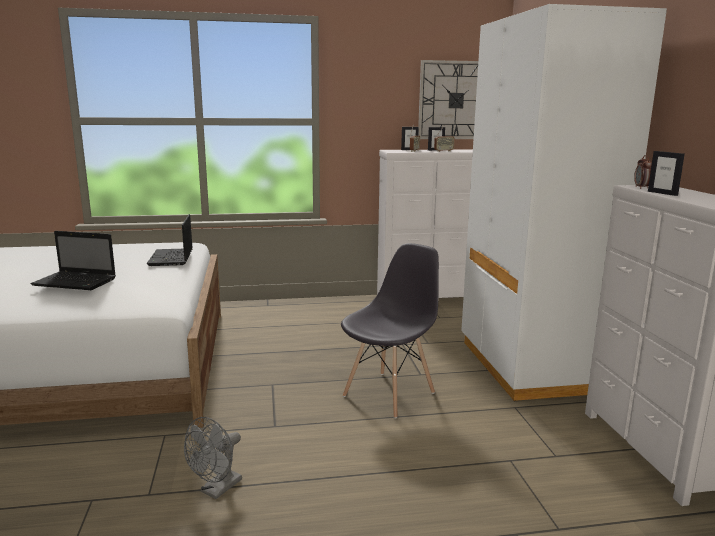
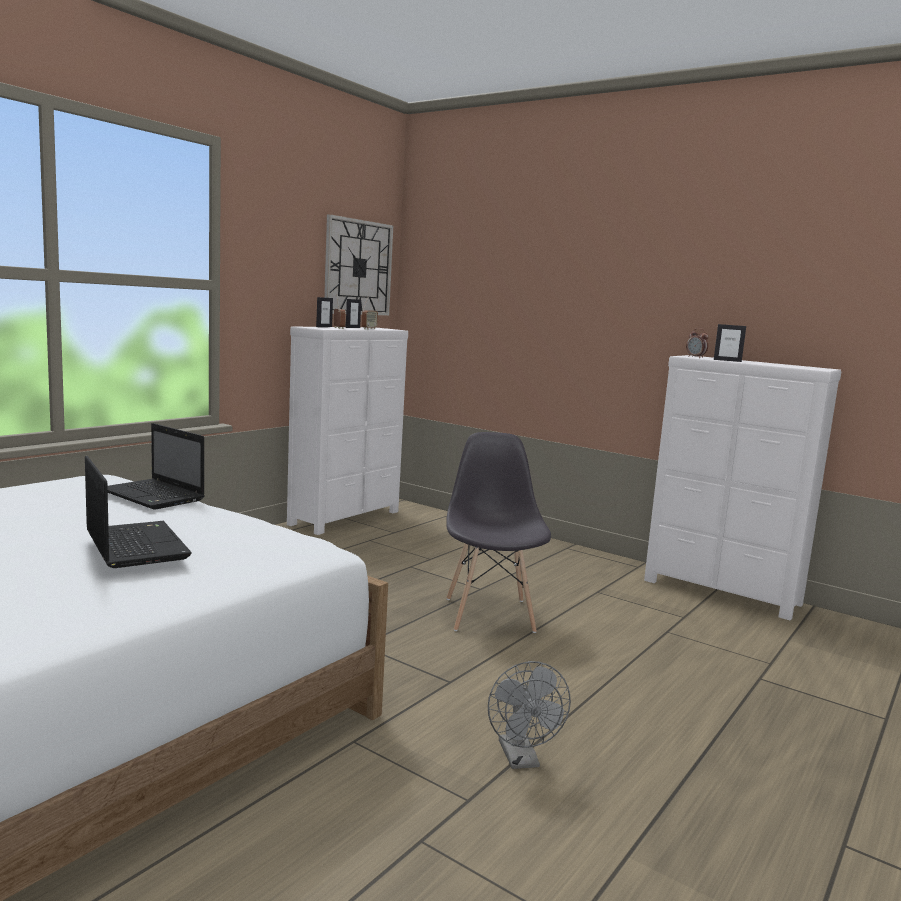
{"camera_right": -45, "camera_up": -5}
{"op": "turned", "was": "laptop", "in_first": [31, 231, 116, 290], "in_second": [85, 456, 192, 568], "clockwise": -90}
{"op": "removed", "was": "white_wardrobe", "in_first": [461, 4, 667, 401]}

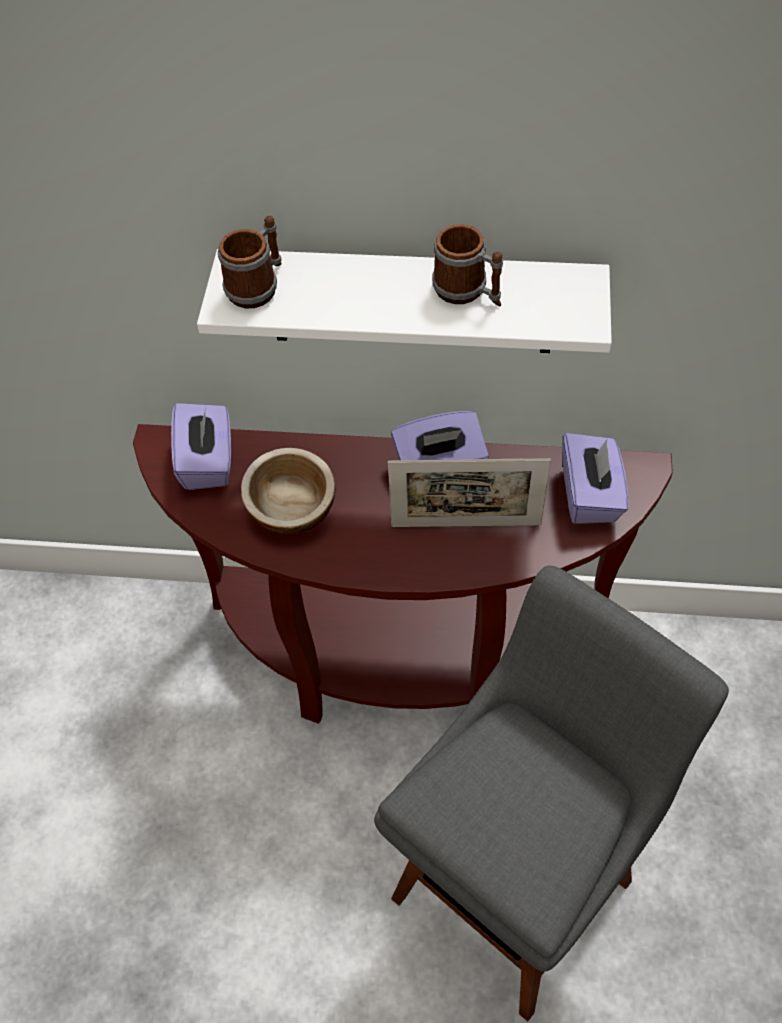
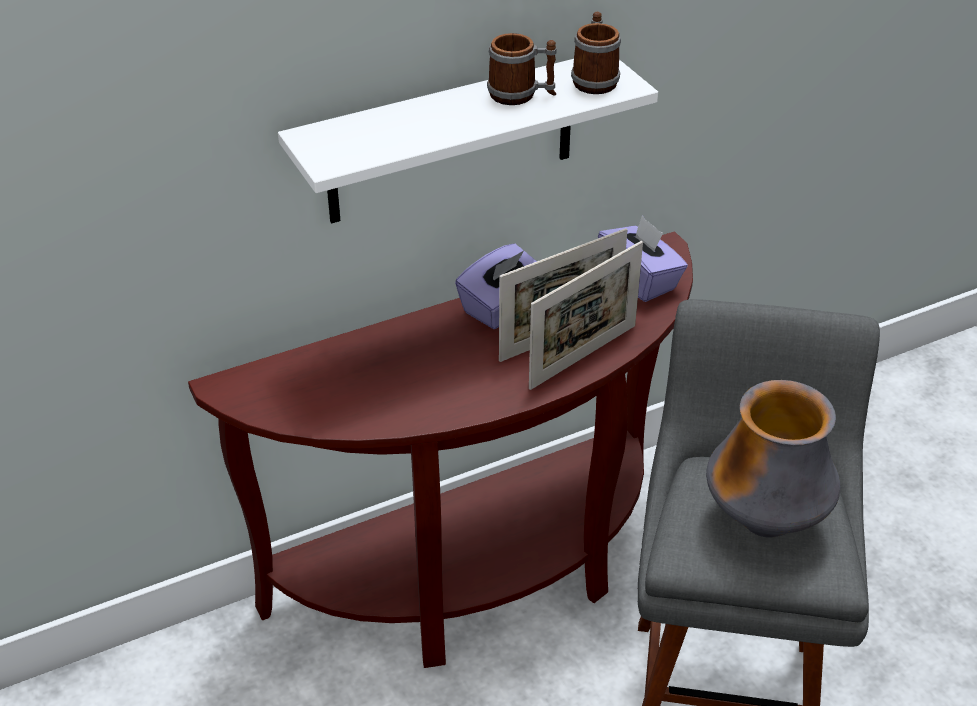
{"camera_right": -35, "camera_up": -15}
{"op": "removed", "was": "purple_tissue_box", "in_first": [171, 403, 231, 490]}
{"op": "moved", "was": "mug", "in_first": [218, 216, 282, 308], "in_second": [571, 11, 621, 94]}
{"op": "removed", "was": "bowl", "in_first": [241, 448, 335, 534]}
{"op": "added", "now": "picture_frame", "in_second": [529, 241, 643, 390]}
{"op": "added", "now": "vase", "in_second": [706, 380, 840, 538]}

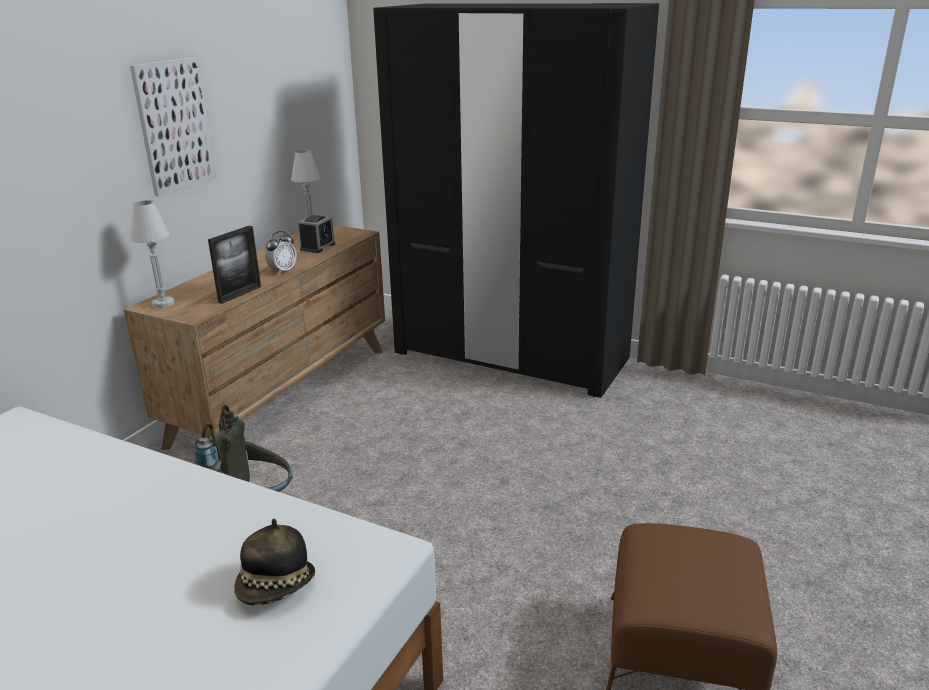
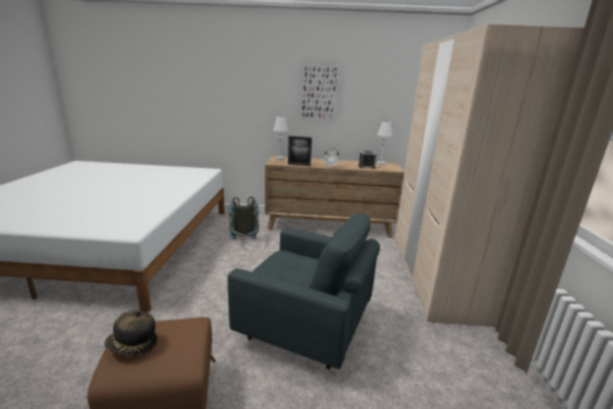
{"camera_right": 65, "camera_up": -5}
{"op": "moved", "was": "hat", "in_first": [234, 518, 315, 606], "in_second": [104, 311, 158, 356]}
{"op": "recoloured", "was": "black_wardrobe", "now": "beige_wardrobe", "in_first": [373, 3, 659, 398], "in_second": [394, 24, 584, 328]}
{"op": "added", "now": "grey_armchair", "in_second": [228, 213, 380, 369]}

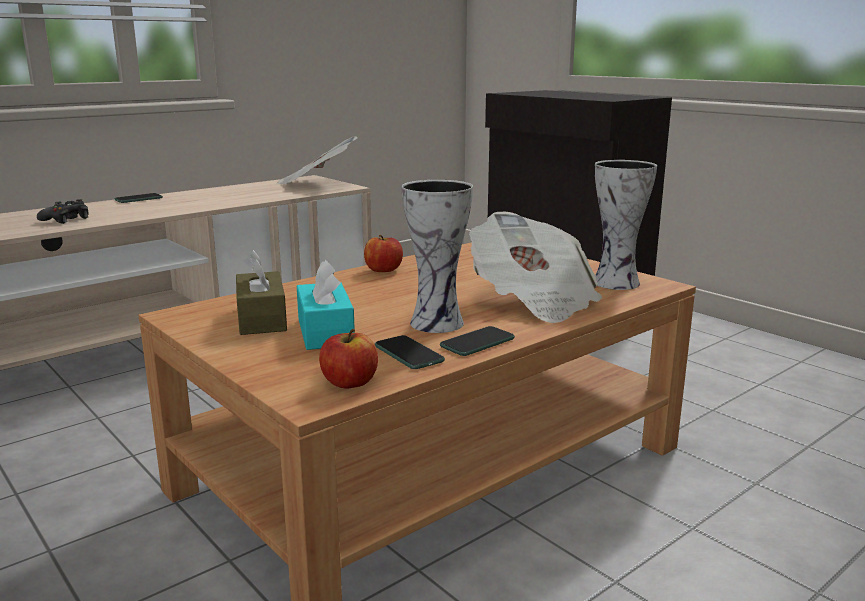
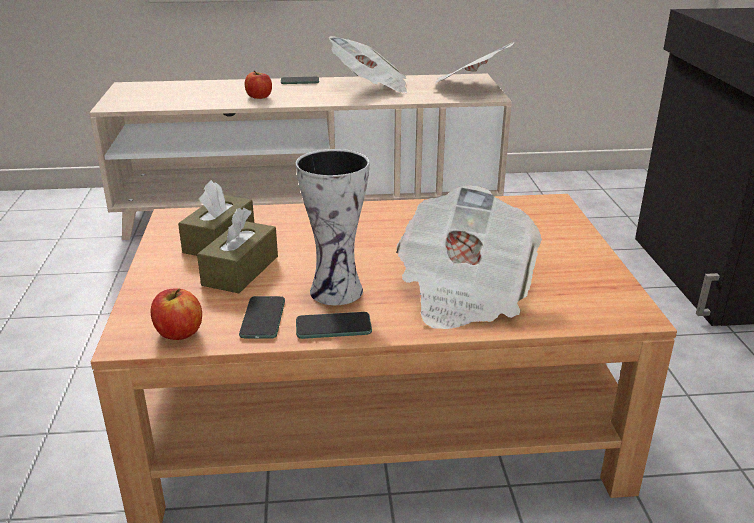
{"camera_right": 35, "camera_up": 10}
{"op": "removed", "was": "black_game_controller", "in_first": [37, 199, 88, 224]}
{"op": "recoloured", "was": "turquoise_tissue_box", "now": "brown_tissue_box", "in_first": [297, 260, 355, 350], "in_second": [197, 208, 278, 293]}
{"op": "moved", "was": "apple", "in_first": [364, 235, 403, 272], "in_second": [245, 71, 272, 99]}
{"op": "removed", "was": "vase", "in_first": [595, 160, 657, 290]}
{"op": "added", "now": "newspaper", "in_second": [329, 36, 407, 94]}

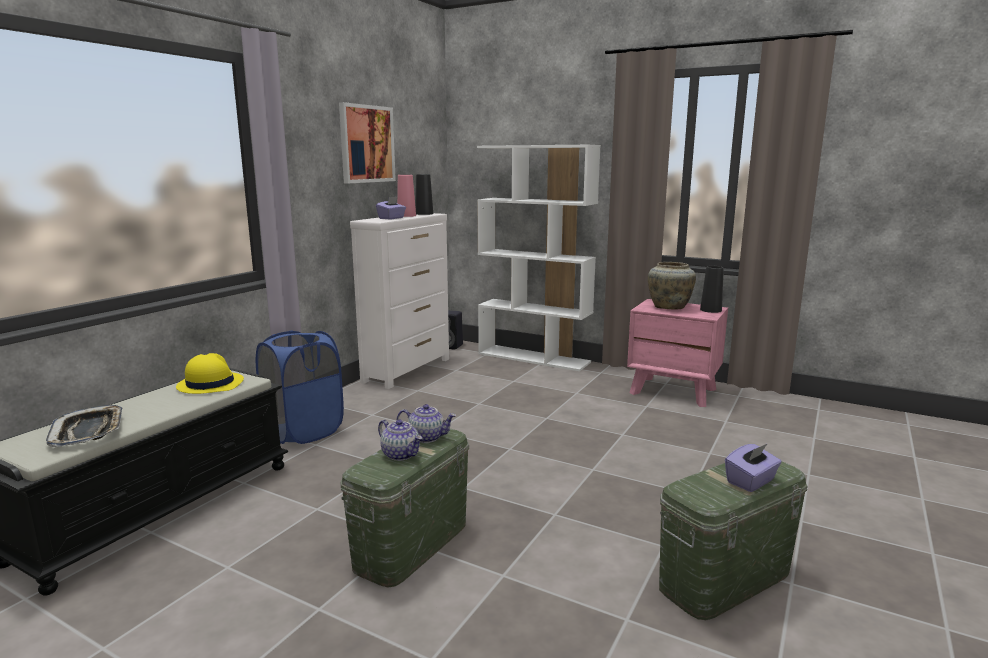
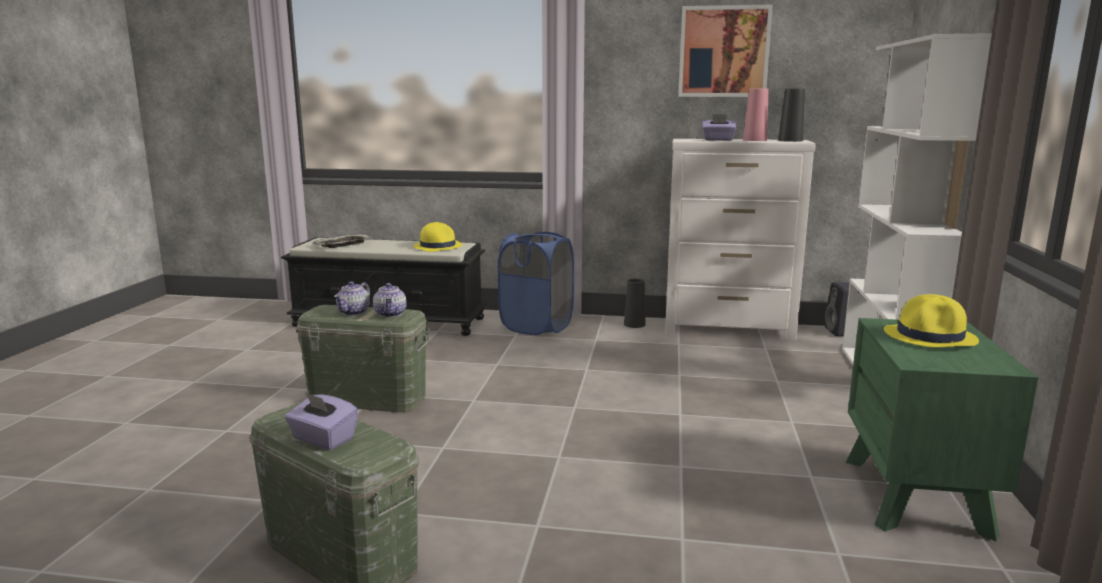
{"camera_right": 70, "camera_up": 0}
{"op": "recoloured", "was": "pink_nightstand", "now": "green_nightstand", "in_first": [627, 299, 728, 407], "in_second": [846, 318, 1038, 541]}
{"op": "replaced", "was": "beige_vase", "now": "yellow_hat", "in_first": [648, 262, 696, 310], "in_second": [884, 294, 979, 348]}
{"op": "moved", "was": "black_vase", "in_first": [700, 266, 724, 313], "in_second": [624, 279, 645, 328]}

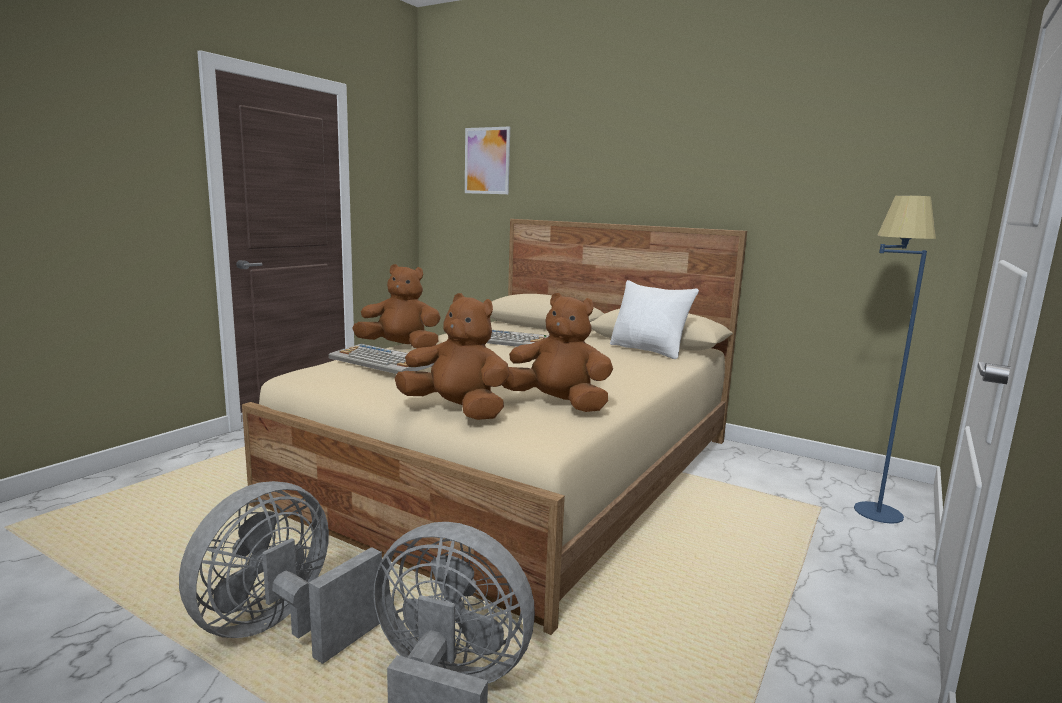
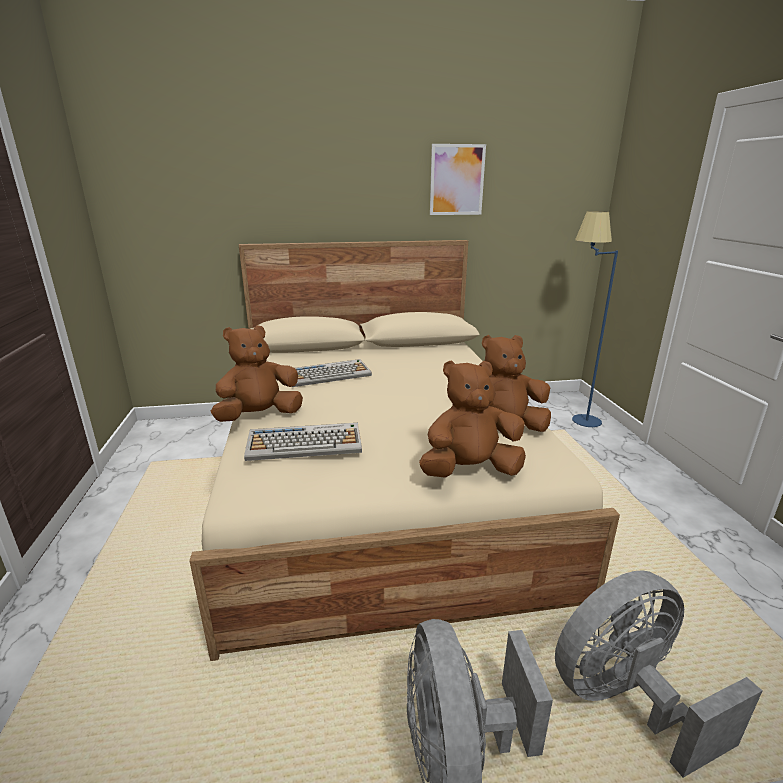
{"camera_right": -40, "camera_up": 10}
{"op": "moved", "was": "picture", "in_first": [465, 127, 510, 194], "in_second": [430, 144, 486, 215]}
{"op": "removed", "was": "white_pillow", "in_first": [610, 280, 699, 359]}

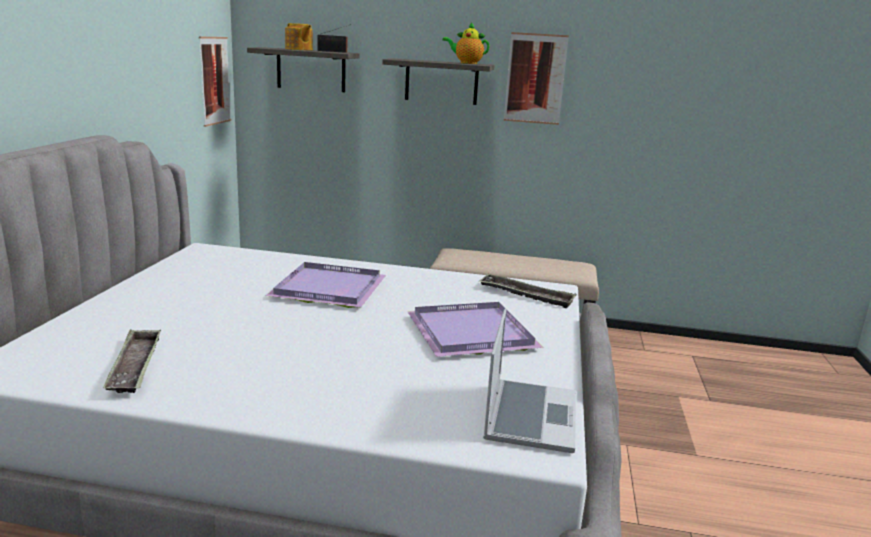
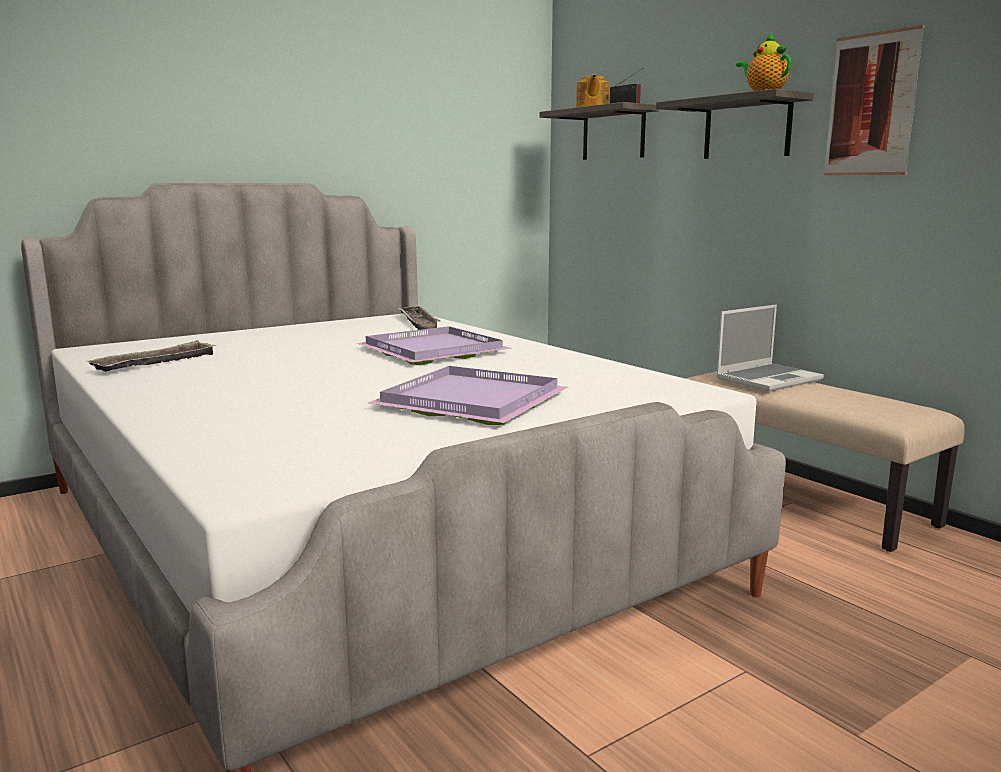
{"camera_right": 45, "camera_up": -5}
{"op": "removed", "was": "picture", "in_first": [199, 37, 231, 127]}
{"op": "moved", "was": "tray", "in_first": [479, 274, 577, 308], "in_second": [397, 306, 441, 330]}
{"op": "moved", "was": "laptop", "in_first": [483, 309, 576, 453], "in_second": [716, 304, 824, 392]}

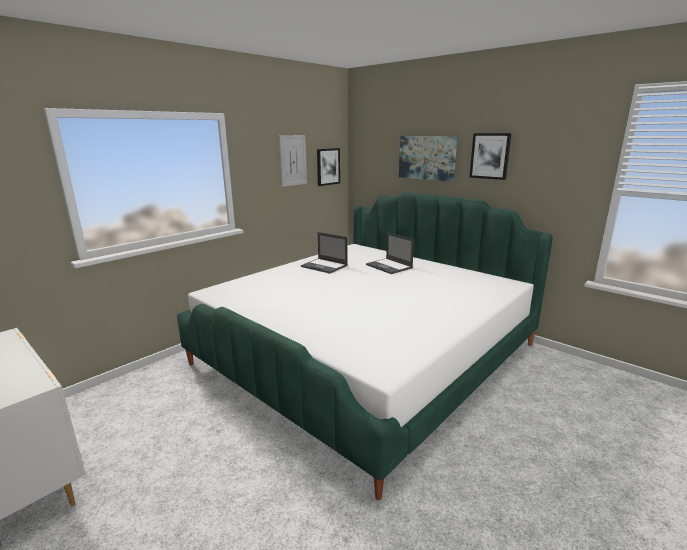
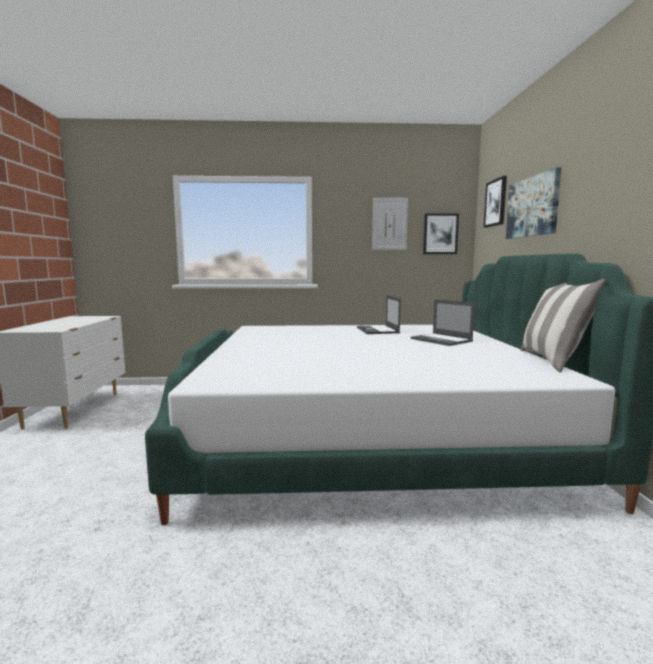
{"camera_right": 45, "camera_up": -10}
{"op": "turned", "was": "laptop", "in_first": [366, 232, 414, 274], "in_second": [411, 299, 475, 346], "clockwise": -45}
{"op": "moved", "was": "picture", "in_first": [469, 133, 512, 180], "in_second": [484, 176, 507, 228]}
{"op": "added", "now": "pillow", "in_second": [521, 279, 606, 372]}

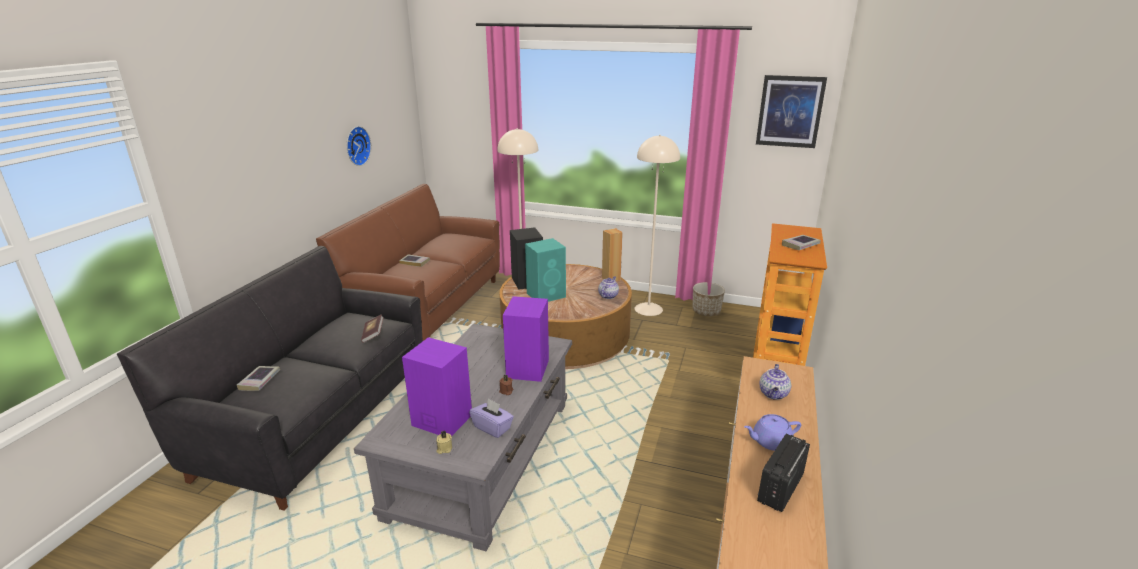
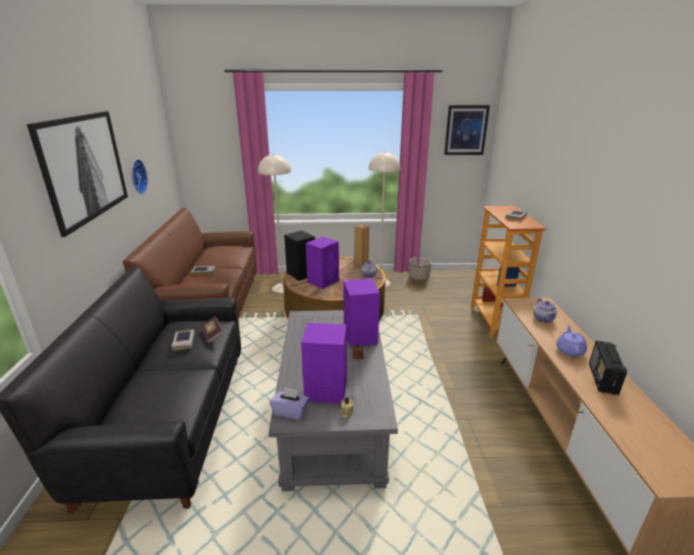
{"camera_right": -20, "camera_up": 0}
{"op": "moved", "was": "book", "in_first": [237, 366, 280, 391], "in_second": [171, 329, 195, 351]}
{"op": "moved", "was": "purple_tissue_box", "in_first": [469, 398, 514, 438], "in_second": [269, 387, 309, 420]}
{"op": "recoloured", "was": "turquoise_speaker", "now": "purple_speaker", "in_first": [525, 238, 566, 302], "in_second": [306, 237, 339, 289]}
{"op": "turned", "was": "purple_teapot", "in_first": [744, 414, 801, 451], "in_second": [556, 325, 587, 357], "clockwise": 135}
{"op": "added", "now": "picture", "in_second": [27, 111, 128, 237]}

